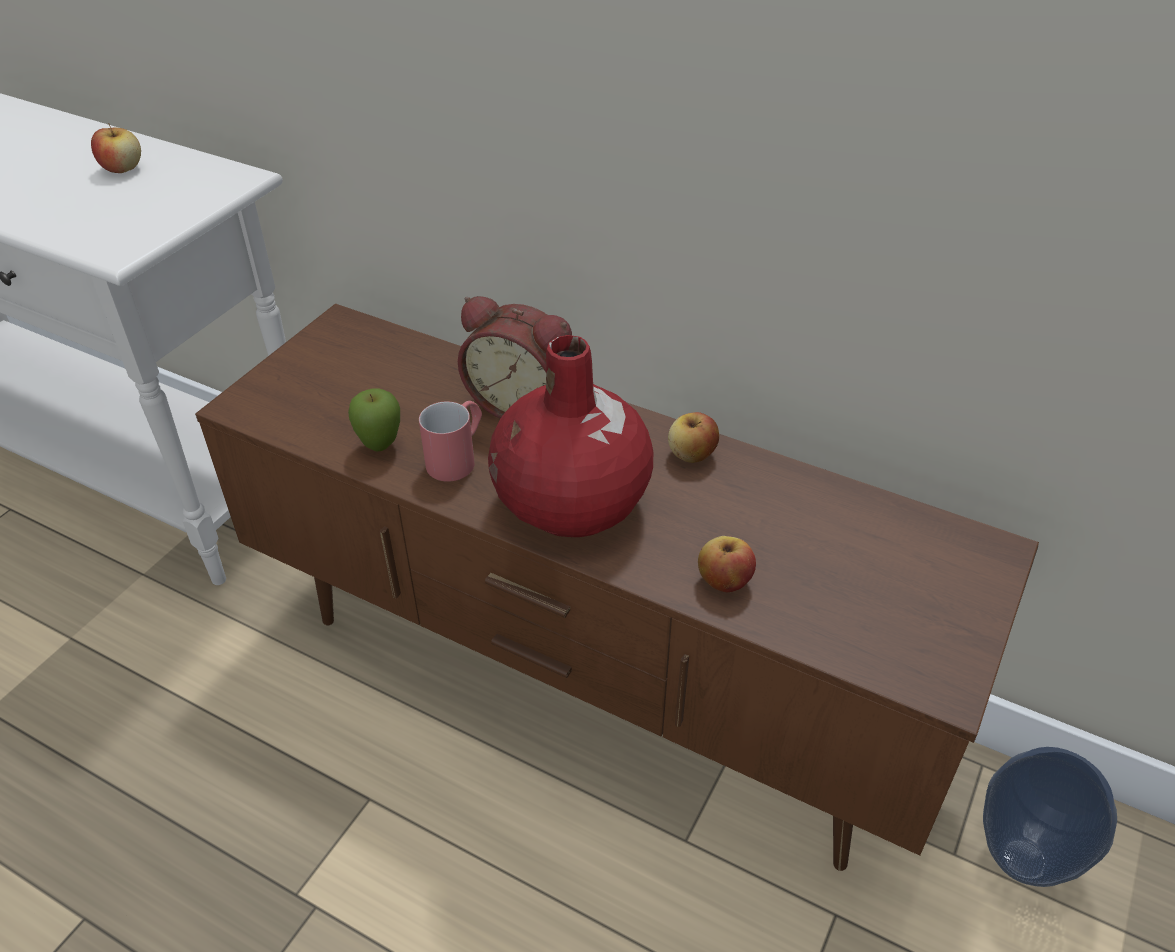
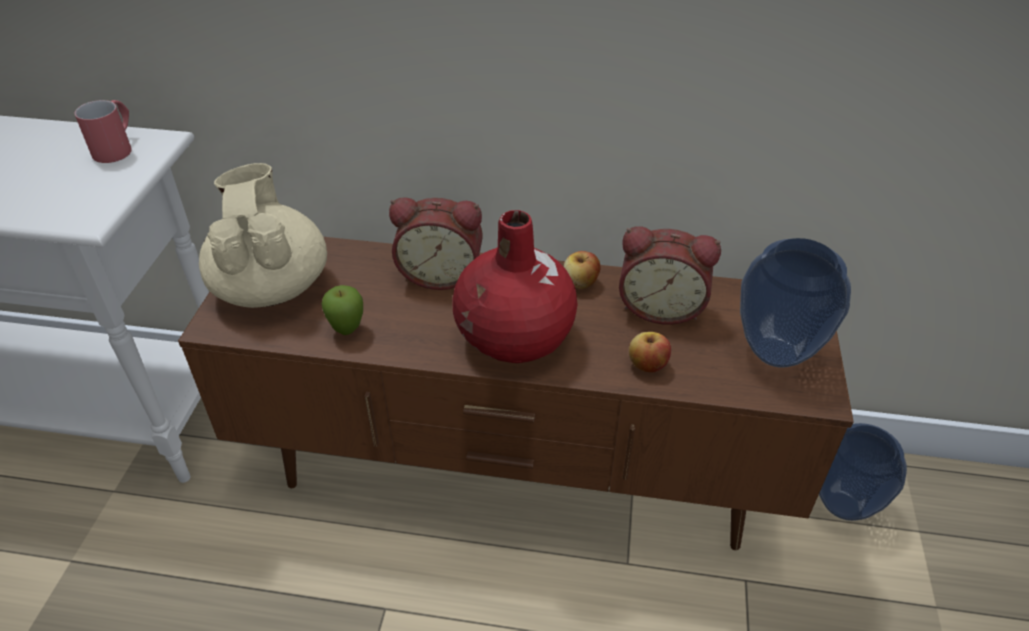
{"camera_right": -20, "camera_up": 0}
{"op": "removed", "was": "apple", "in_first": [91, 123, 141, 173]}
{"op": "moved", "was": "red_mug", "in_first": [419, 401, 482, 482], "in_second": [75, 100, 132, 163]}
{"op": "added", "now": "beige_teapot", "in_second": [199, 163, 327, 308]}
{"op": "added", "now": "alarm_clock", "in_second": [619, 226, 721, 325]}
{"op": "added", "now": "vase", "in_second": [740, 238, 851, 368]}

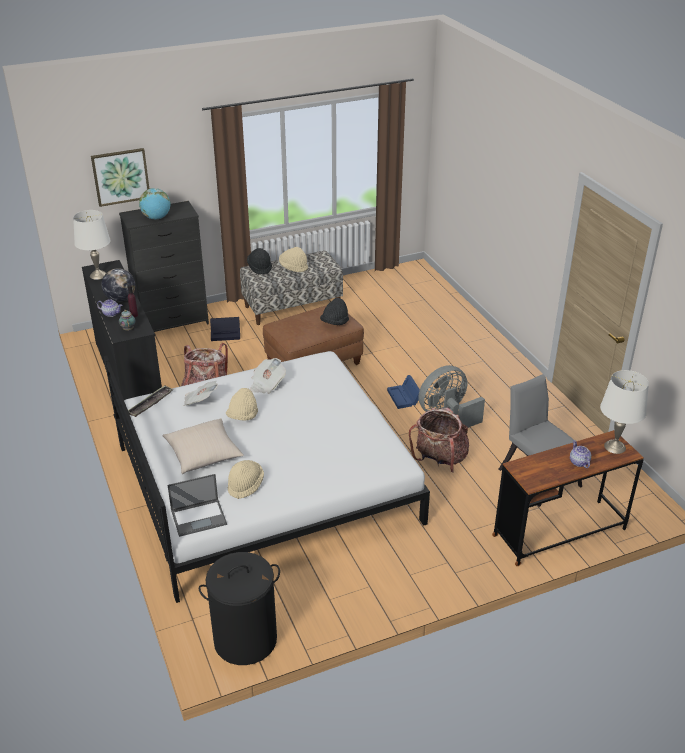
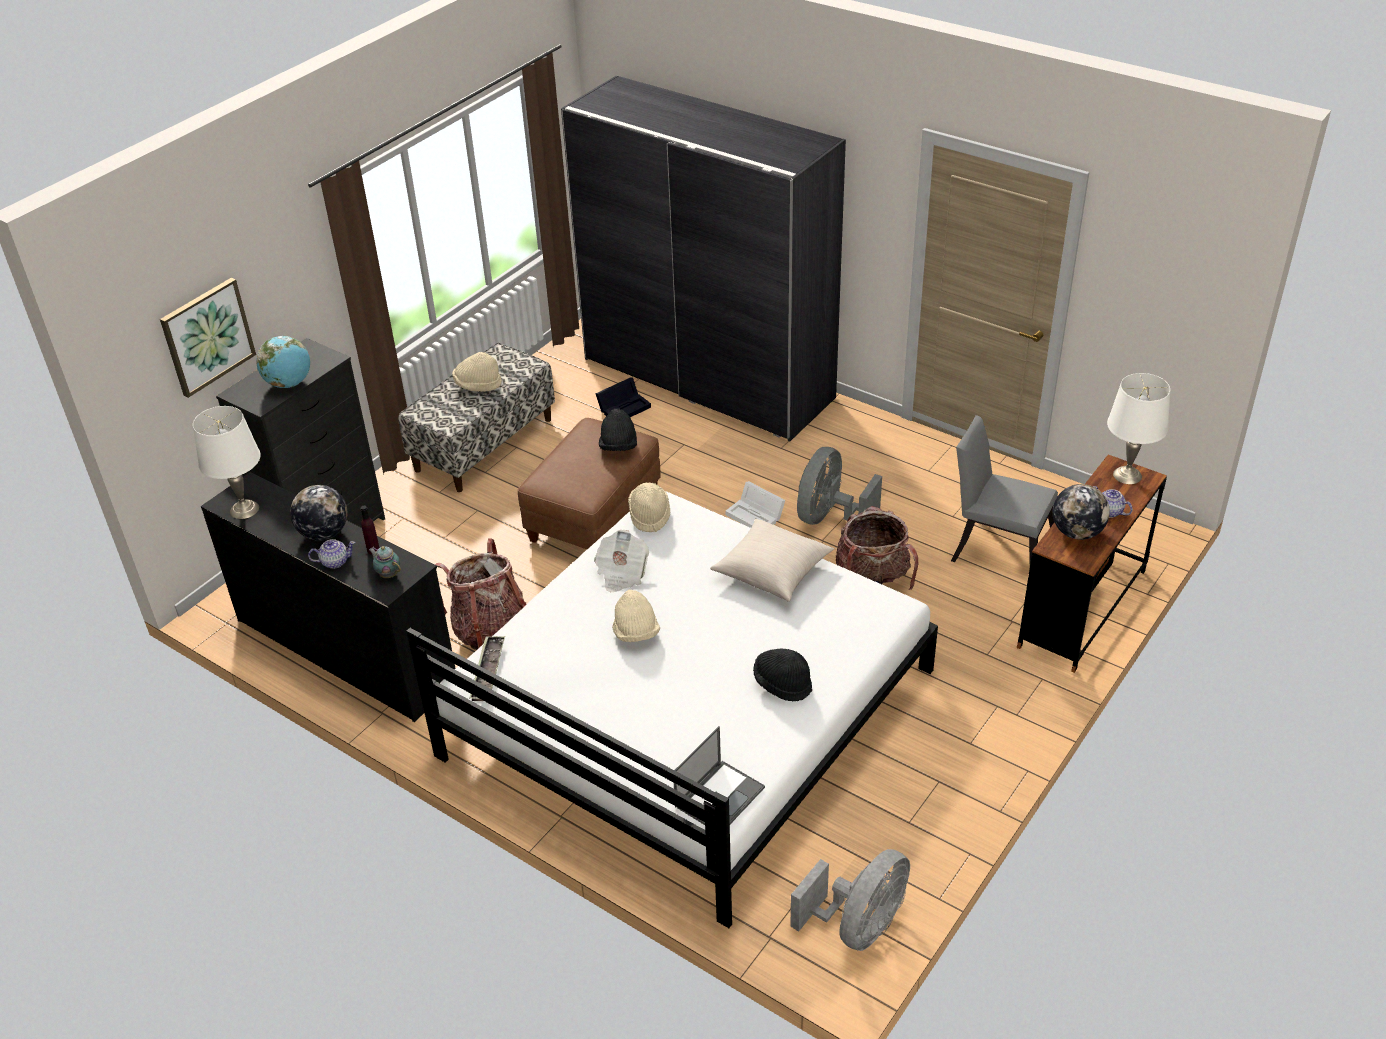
{"camera_right": -30, "camera_up": 5}
{"op": "moved", "was": "beige_pillow", "in_first": [163, 418, 244, 474], "in_second": [710, 518, 834, 602]}
{"op": "removed", "was": "newspaper", "in_first": [184, 381, 218, 406]}
{"op": "replaced", "was": "black_laundry_basket", "now": "grey_fan", "in_first": [199, 552, 280, 665], "in_second": [790, 849, 910, 951]}
{"op": "moved", "was": "black_storage_box", "in_first": [210, 317, 240, 341], "in_second": [596, 377, 651, 417]}
{"op": "moved", "was": "beige_hat", "in_first": [228, 460, 264, 499], "in_second": [628, 482, 671, 532]}
{"op": "moved", "was": "black_hat", "in_first": [247, 248, 272, 274], "in_second": [753, 648, 812, 701]}
{"op": "recoloured", "was": "blue_storage_box", "now": "white_storage_box", "in_first": [387, 375, 420, 409], "in_second": [725, 481, 785, 528]}
{"op": "added", "now": "grey_wardrobe", "in_second": [561, 75, 846, 441]}
{"op": "added", "now": "globe", "in_second": [1053, 484, 1110, 540]}

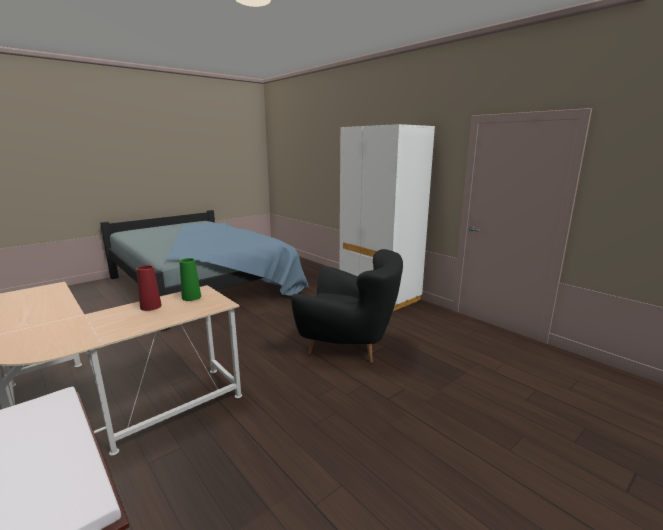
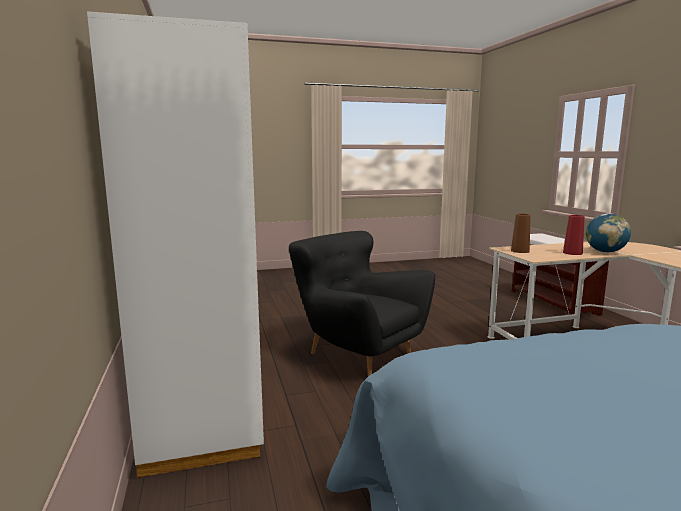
{"camera_right": -155, "camera_up": -5}
{"op": "removed", "was": "green_vase", "in_first": [179, 258, 201, 301]}
{"op": "added", "now": "brown_vase", "in_second": [511, 214, 531, 253]}
{"op": "added", "now": "globe", "in_second": [586, 213, 631, 253]}

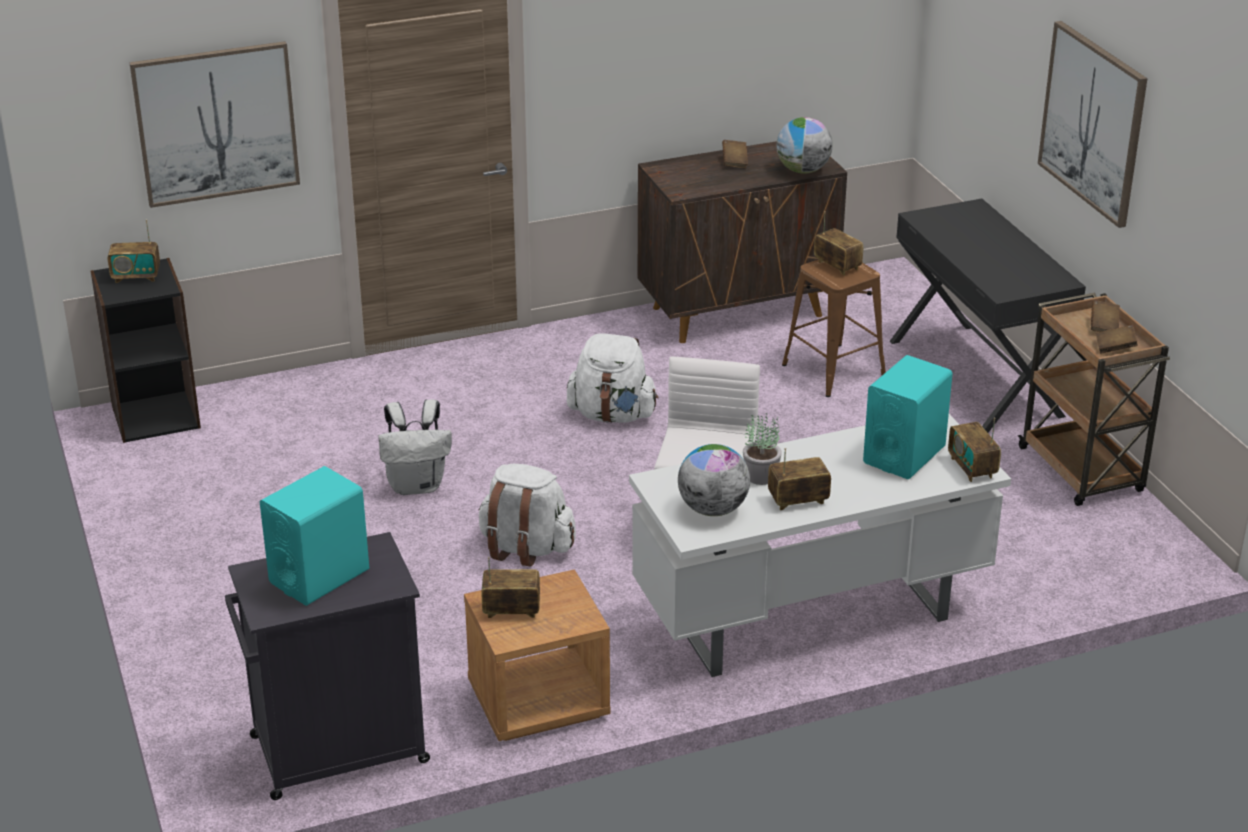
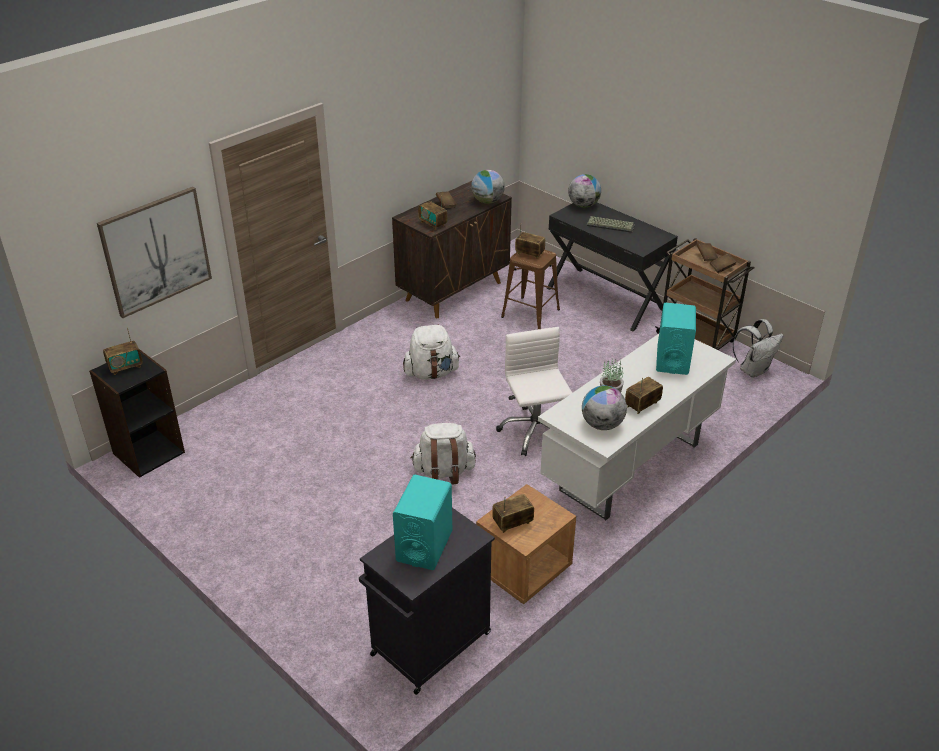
{"camera_right": -25, "camera_up": 5}
{"op": "moved", "was": "white_backpack", "in_first": [379, 399, 452, 495], "in_second": [733, 319, 783, 378]}
{"op": "moved", "was": "radio", "in_first": [948, 418, 1001, 482], "in_second": [418, 195, 447, 230]}
{"op": "removed", "was": "picture", "in_first": [1038, 21, 1148, 228]}
{"op": "added", "now": "globe", "in_second": [568, 174, 601, 208]}
{"op": "added", "now": "keyboard", "in_second": [586, 216, 635, 233]}

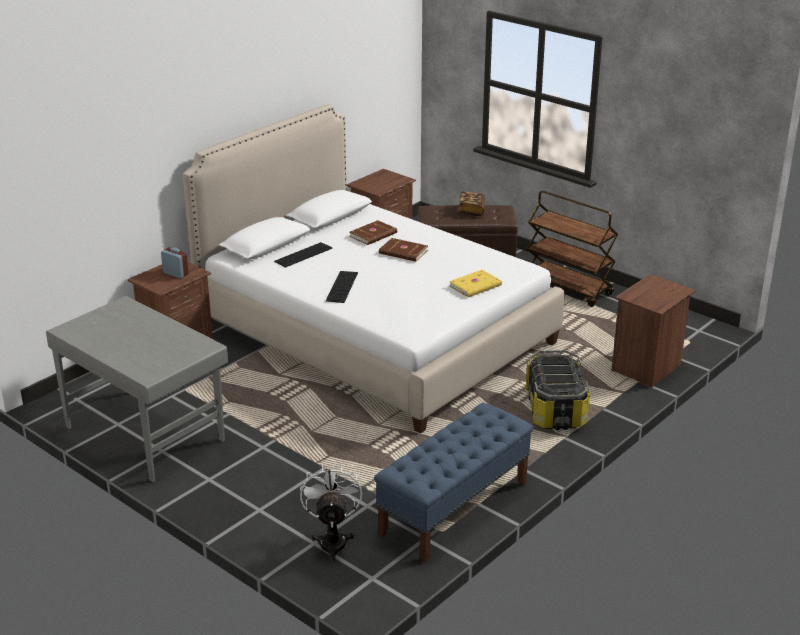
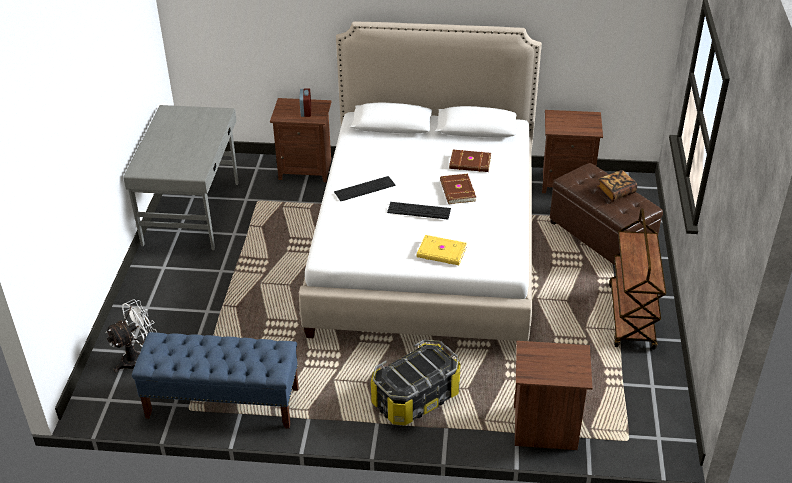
{"camera_right": 55, "camera_up": 10}
{"op": "moved", "was": "keyboard", "in_first": [274, 242, 332, 268], "in_second": [387, 202, 451, 219]}

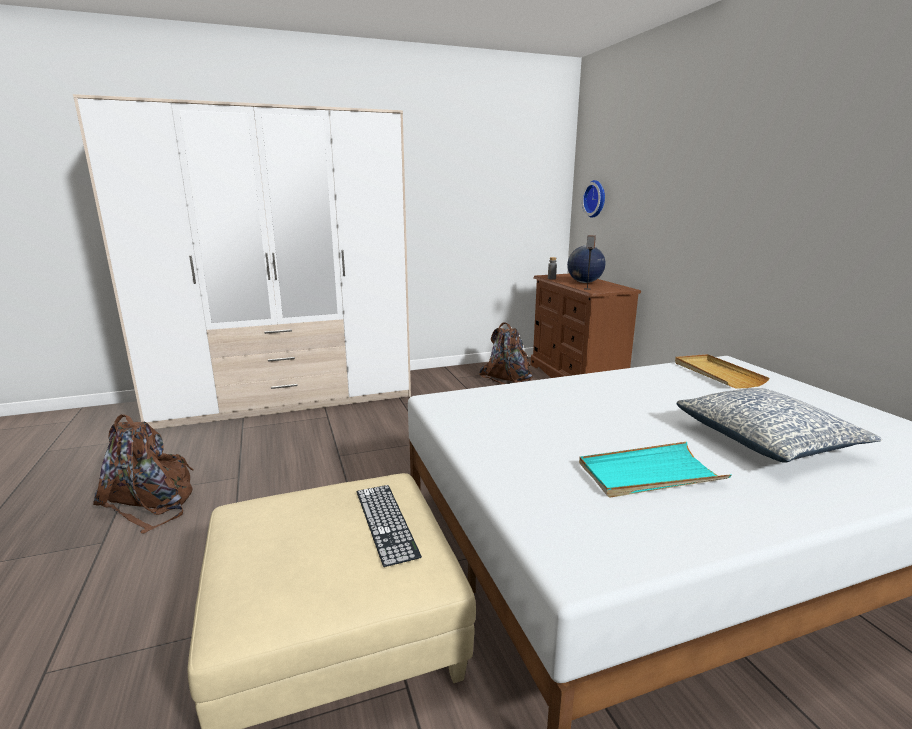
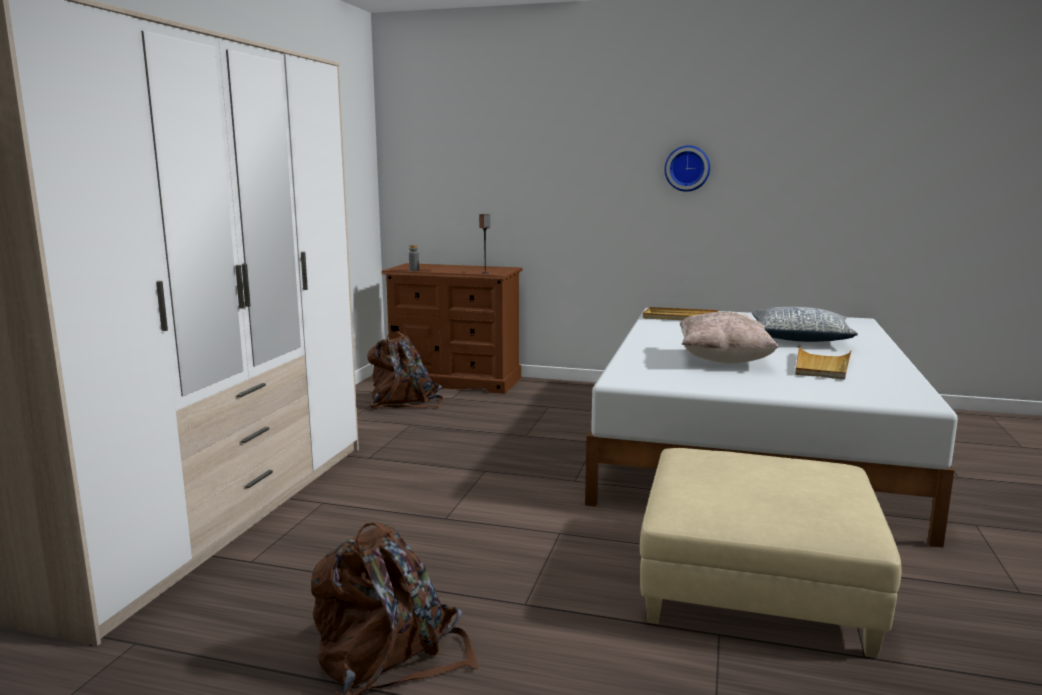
{"camera_right": -55, "camera_up": -5}
{"op": "removed", "was": "keyboard", "in_first": [357, 485, 422, 567]}
{"op": "removed", "was": "globe", "in_first": [567, 245, 605, 283]}
{"op": "recoloured", "was": "turquoise_tray", "now": "beige_tray", "in_first": [579, 442, 732, 498], "in_second": [796, 346, 852, 380]}
{"op": "moved", "was": "wall_clock", "in_first": [582, 180, 605, 218], "in_second": [664, 145, 710, 192]}
{"op": "added", "now": "beige_pillow", "in_second": [680, 312, 779, 364]}

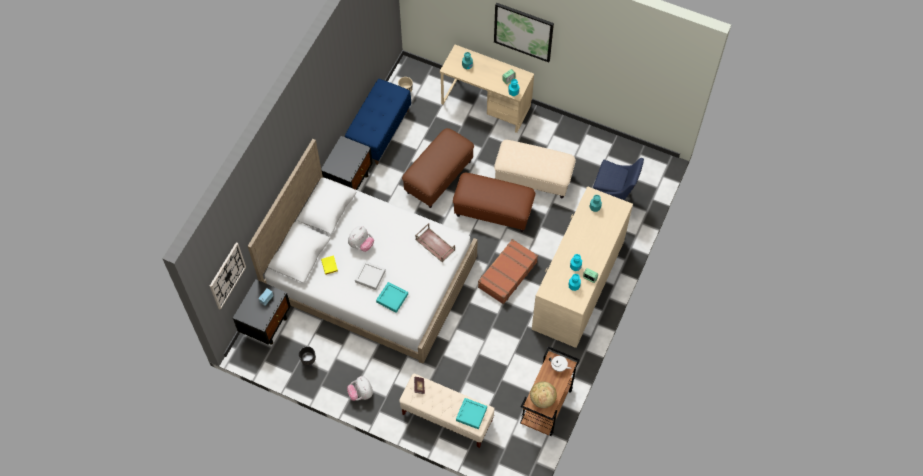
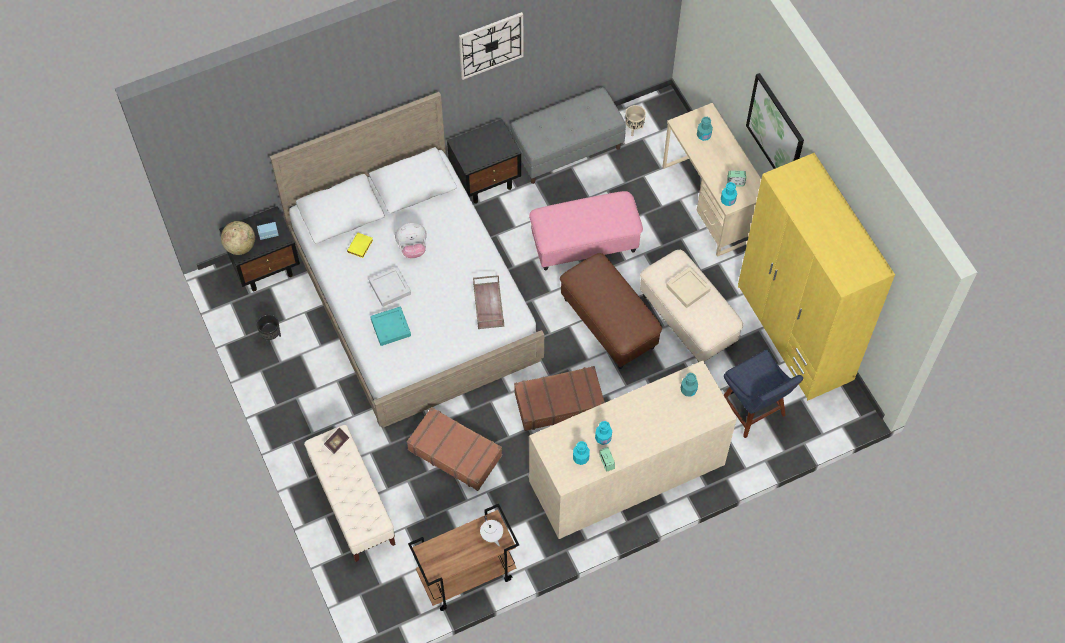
{"camera_right": 40, "camera_up": 0}
{"op": "moved", "was": "wall_clock", "in_first": [210, 242, 246, 310], "in_second": [459, 12, 524, 80]}
{"op": "recoloured", "was": "blue_bench", "now": "grey_bench", "in_first": [345, 79, 411, 165], "in_second": [510, 87, 626, 184]}
{"op": "removed", "was": "plush_toy", "in_first": [347, 376, 373, 401]}
{"op": "recoloured", "was": "brown_ottoman", "now": "pink_ottoman", "in_first": [402, 128, 474, 208], "in_second": [529, 191, 643, 270]}
{"op": "removed", "was": "turquoise_tray", "in_first": [456, 398, 487, 429]}
{"op": "moved", "was": "globe", "in_first": [530, 381, 557, 408], "in_second": [221, 221, 255, 255]}
{"op": "added", "now": "brown_suitcase", "in_second": [407, 407, 502, 491]}
{"op": "added", "now": "beige_tray", "in_second": [666, 267, 711, 308]}
{"op": "added", "now": "yellow_wardrobe", "in_second": [738, 153, 895, 401]}

